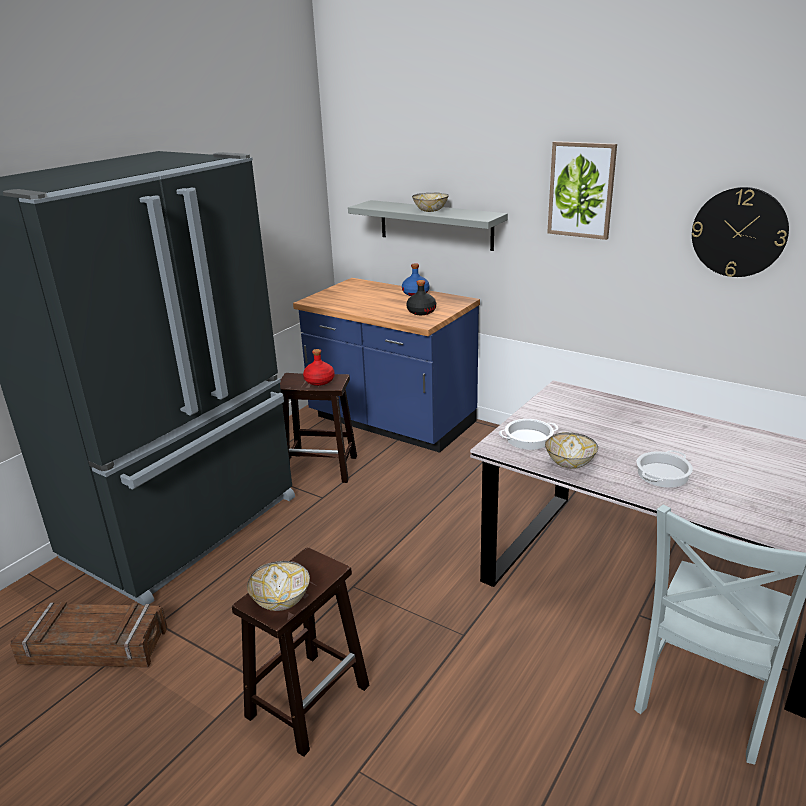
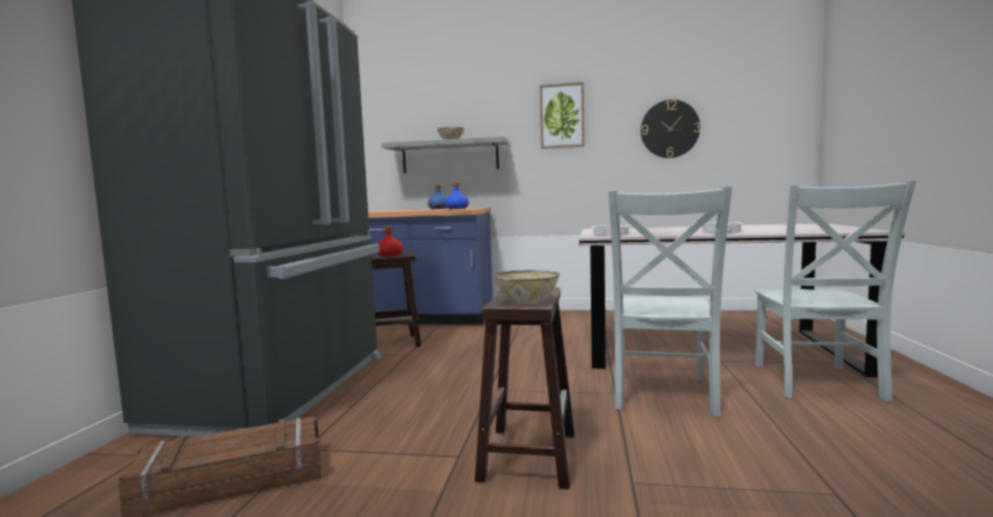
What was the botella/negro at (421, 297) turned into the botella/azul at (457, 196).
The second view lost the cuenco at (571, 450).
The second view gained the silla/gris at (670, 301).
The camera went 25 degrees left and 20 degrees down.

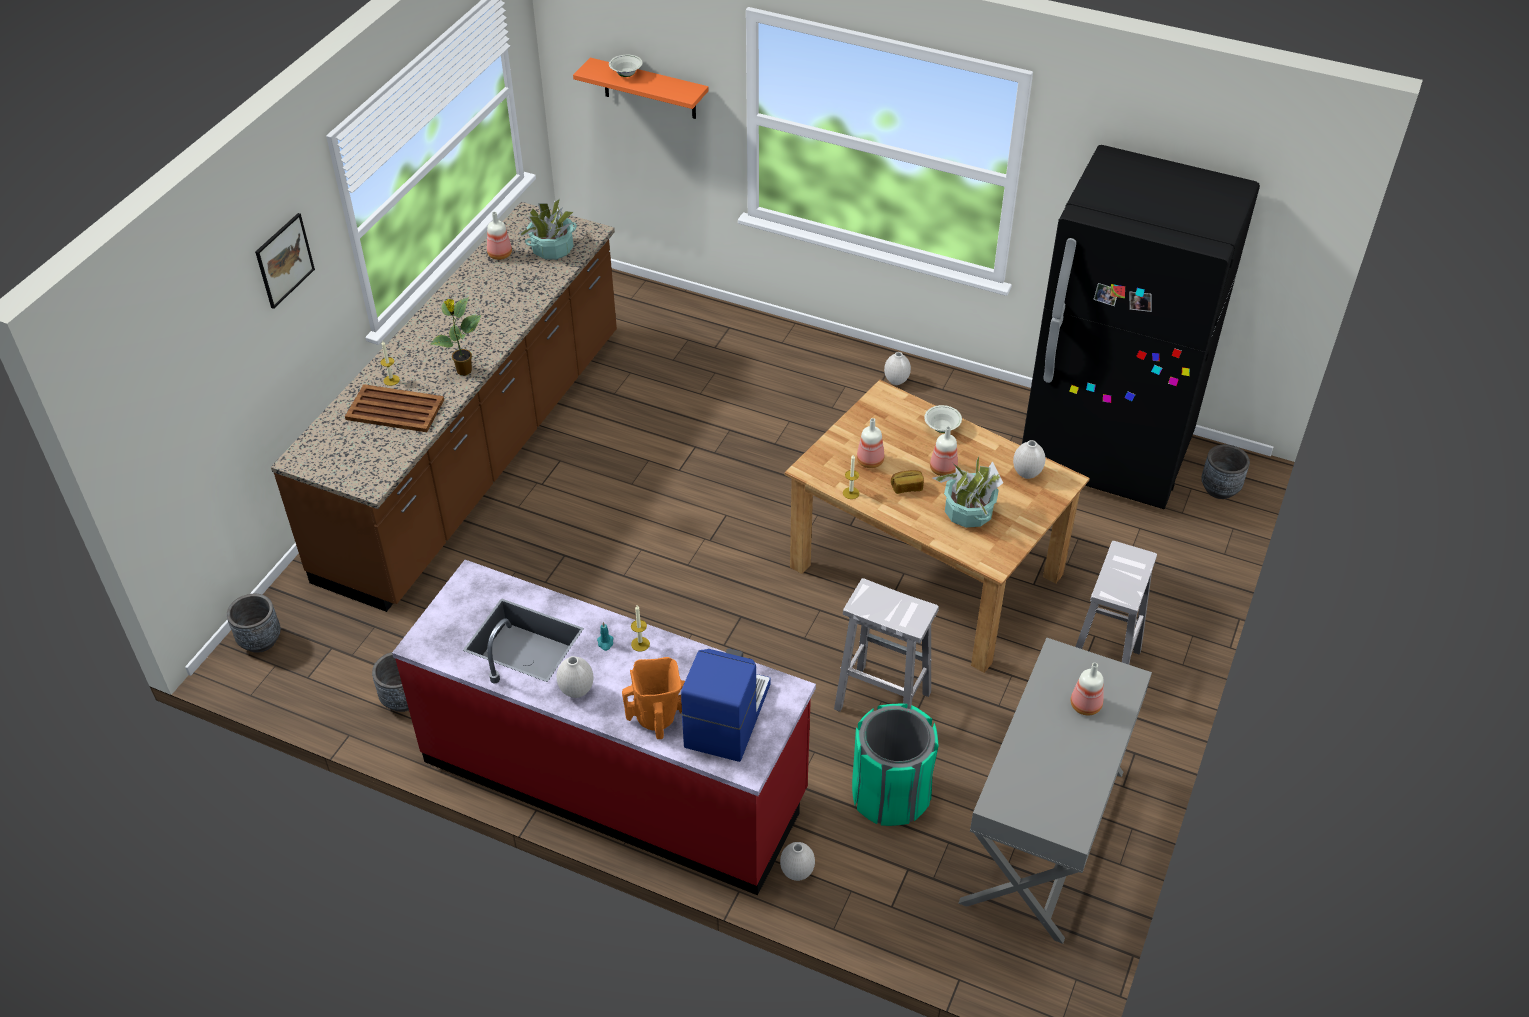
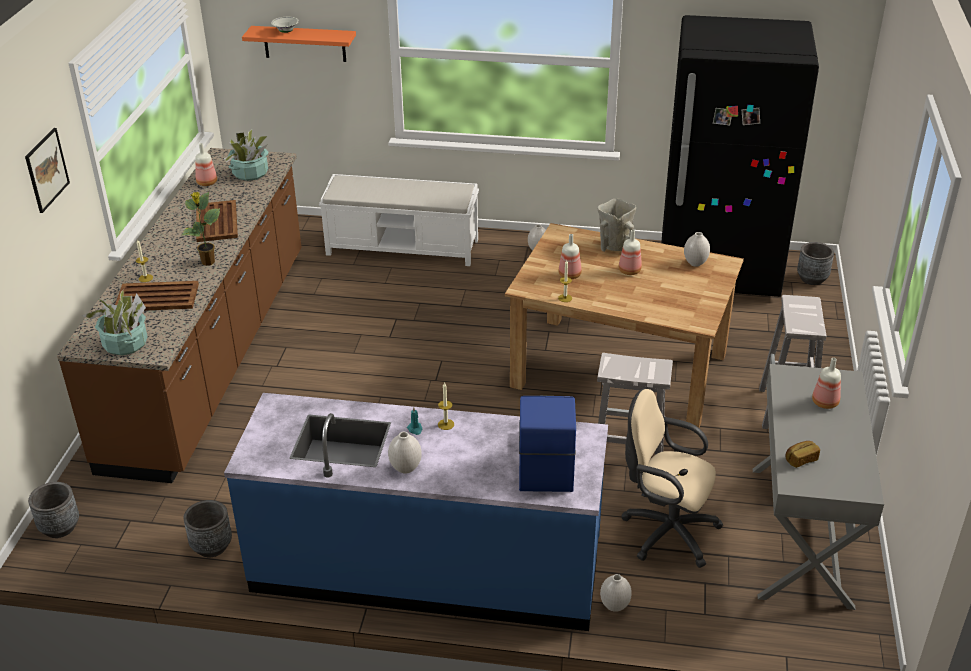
What was the mueble bajo de cocina/rojo at (604, 727) turned into the mueble bajo de cocina/azul at (416, 512).
The second view lost the florero/naranja at (653, 698).
Where the papelera/verde stood at (895, 765), the silla de oficina/beis came to stand at (672, 478).
The pan ended up elsewhere, having gone from (907, 482) to (802, 454).
Where the cuenco/blanco stood at (943, 419), the florero/beis came to stand at (616, 225).
The planta en maceta ended up elsewhere, having gone from (967, 492) to (115, 323).
The second view gained the bandeja/marrón at (217, 221).
The second view gained the banco/blanco at (399, 220).
The camera went 15 degrees left and 10 degrees down.

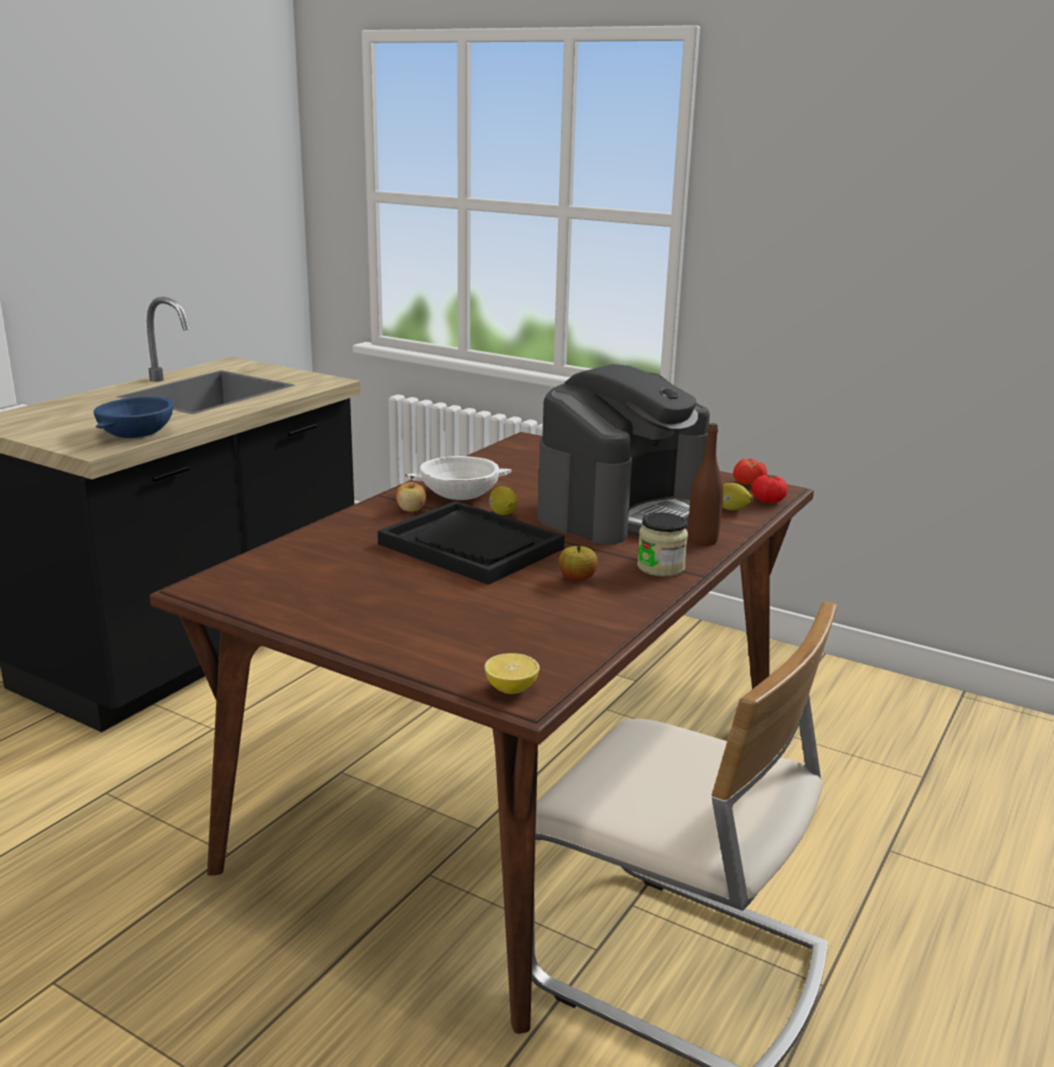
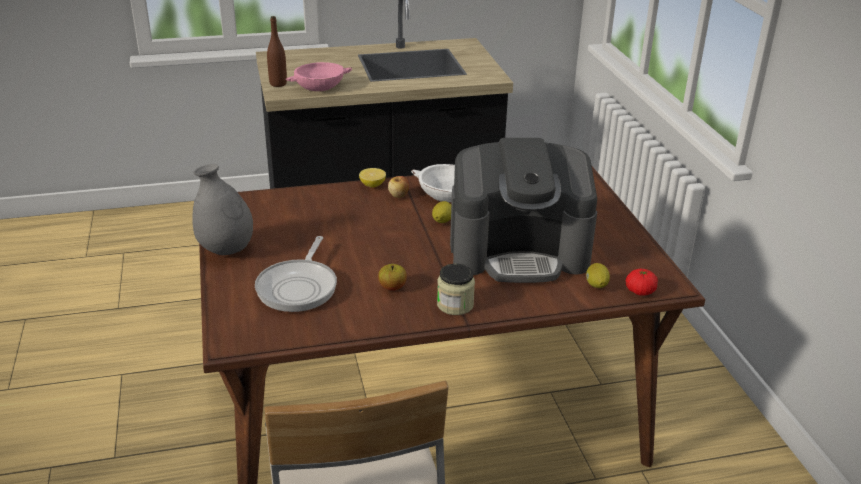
What was the cuenco/azul at (133, 417) turned into the cuenco/rosa at (319, 76).
The second view lost the bandeja/negro at (471, 543).
The limón ended up elsewhere, having gone from (512, 673) to (372, 178).
The botella/marrón ended up elsewhere, having gone from (705, 484) to (277, 51).
The second view lost the tomate at (750, 472).
The second view gained the florero/gris at (222, 209).
The second view gained the sartén at (296, 274).
The camera went 45 degrees right and 10 degrees up.

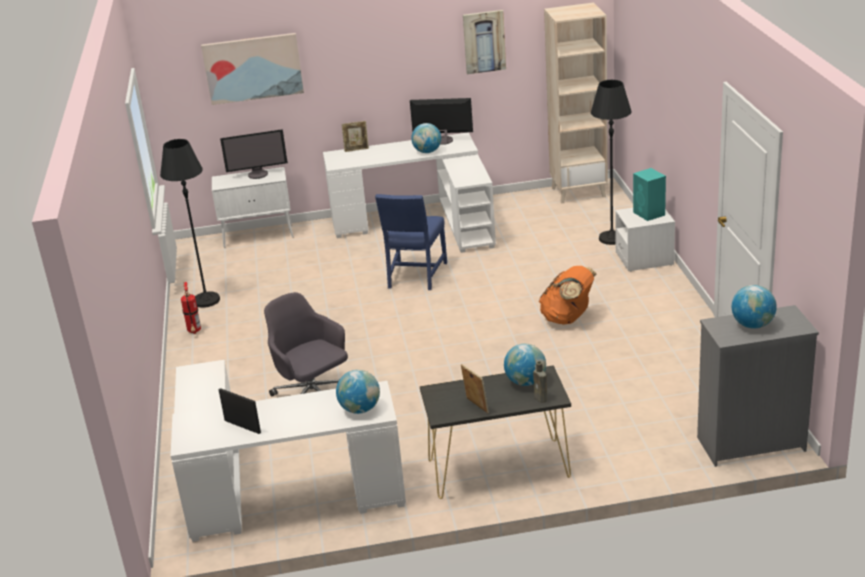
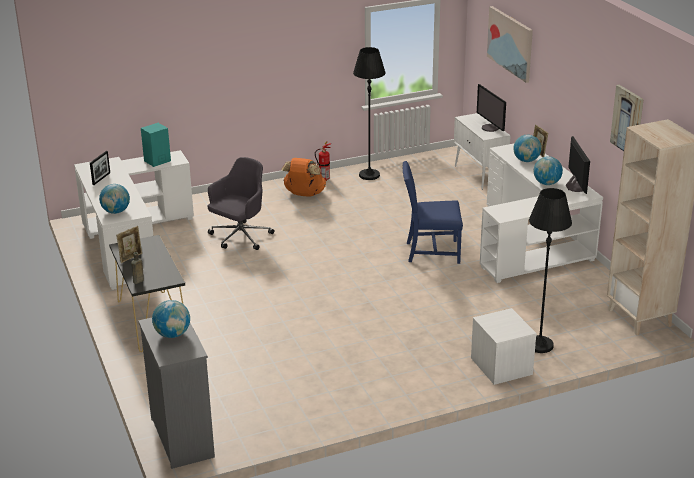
The globo terráqueo ended up elsewhere, having gone from (525, 365) to (527, 148).
The mochila/naranja ended up elsewhere, having gone from (567, 295) to (303, 177).
The altavoz/turquesa ended up elsewhere, having gone from (649, 194) to (156, 145).
The camera went 75 degrees right and 0 degrees up.

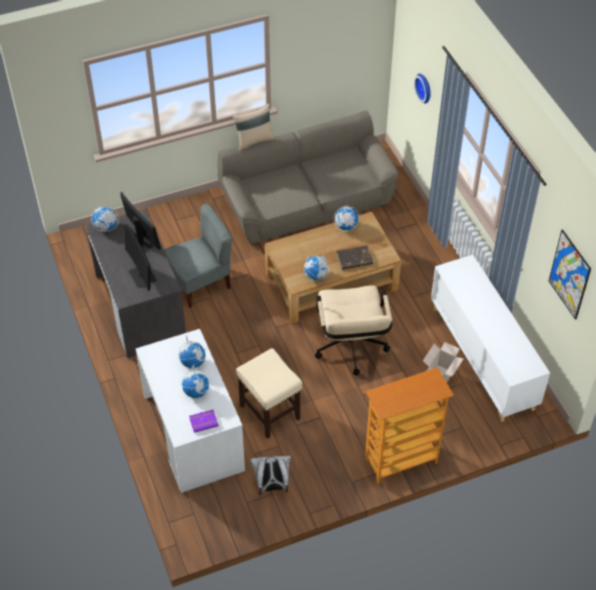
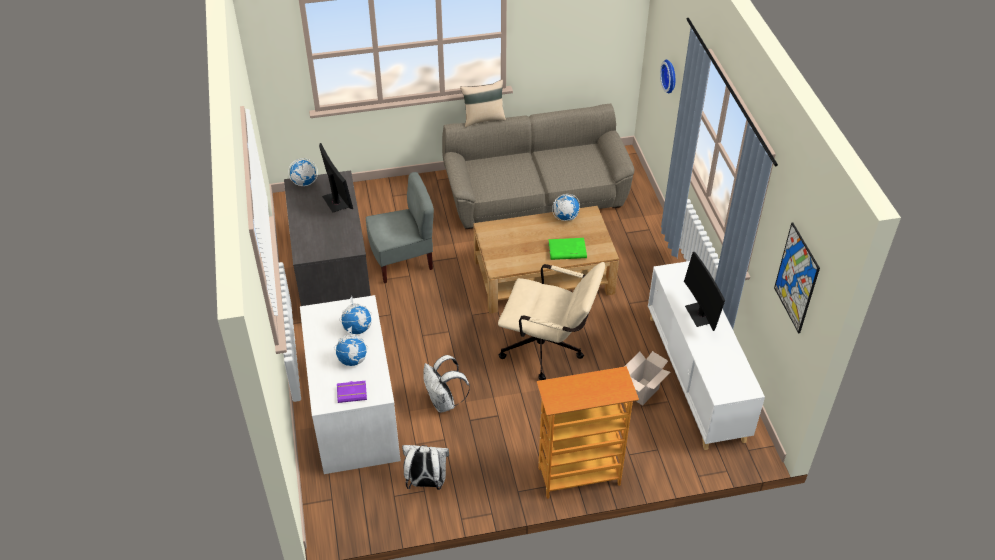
The monitor ended up elsewhere, having gone from (141, 257) to (704, 291).
Where the taburete/beis stood at (269, 393), the mochila/blanco came to stand at (446, 384).
The second view lost the globo terráqueo at (316, 267).
The silla de oficina/beis at (353, 330) ended up facing another way, 75 degrees counterclockwise from before.
What was the libro/marrón at (354, 257) turned into the libro/verde at (567, 249).
The camera went 10 degrees right and 5 degrees down.

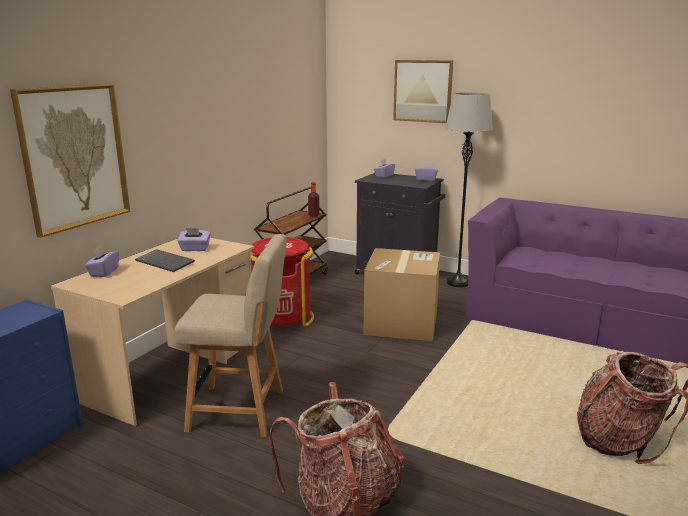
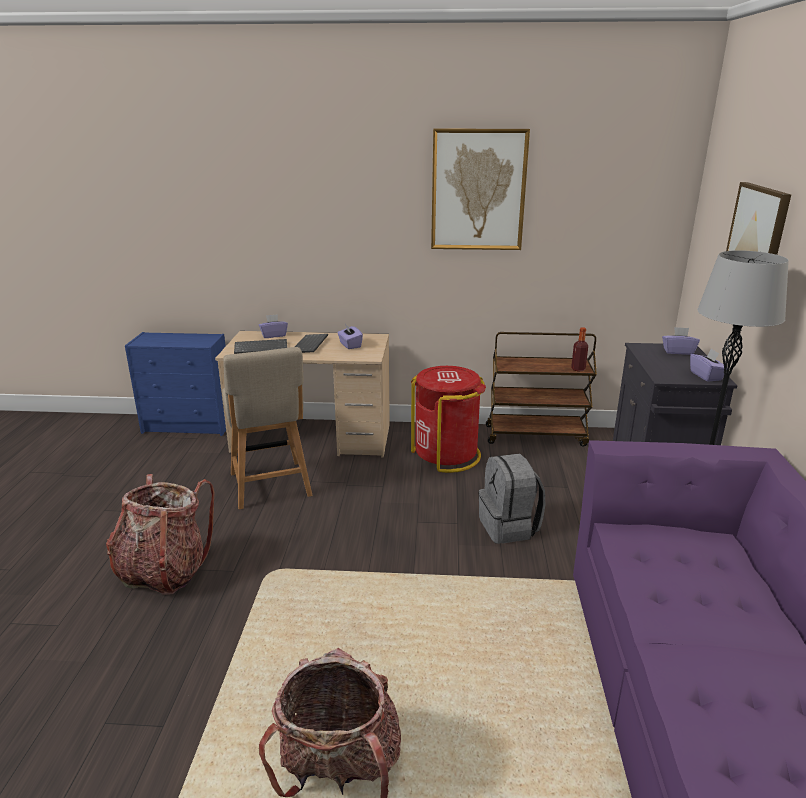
The cuadro ended up elsewhere, having gone from (70, 160) to (480, 189).
Where the caja de cartón stood at (401, 294), the mochila/gris came to stand at (512, 498).
The second view gained the teclado at (260, 346).
The camera went 65 degrees right and 5 degrees up.

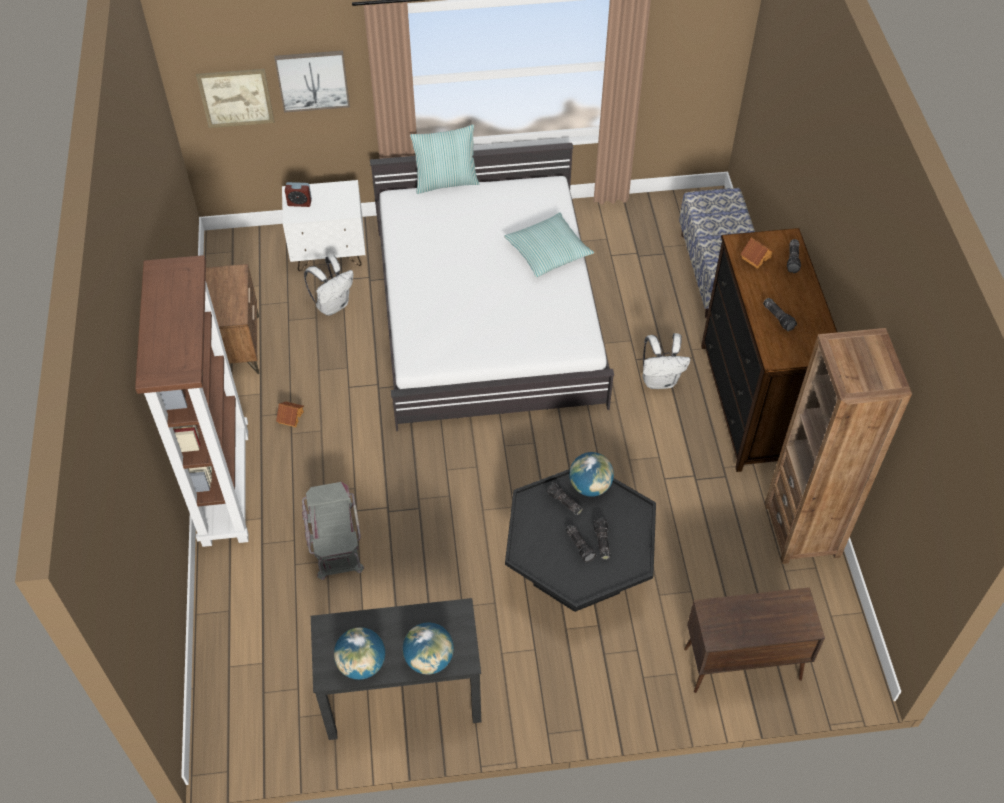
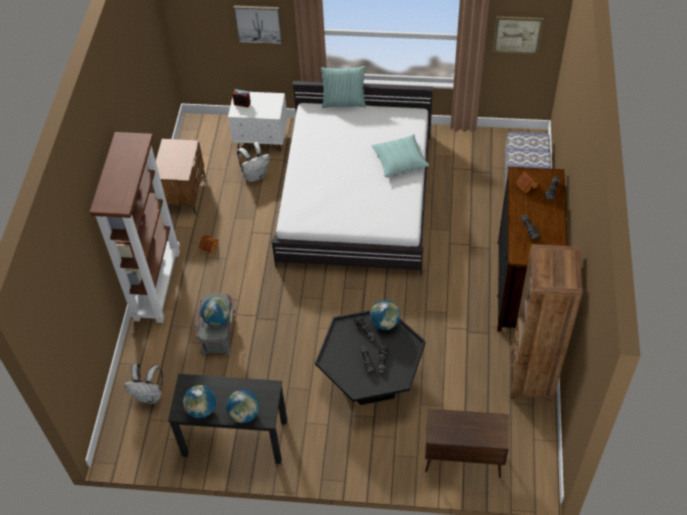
The cuadro ended up elsewhere, having gone from (235, 98) to (518, 35).
The mochila/blanco ended up elsewhere, having gone from (666, 361) to (143, 383).
The second view gained the globo terráqueo at (215, 311).
The camera went 15 degrees right and 0 degrees up.

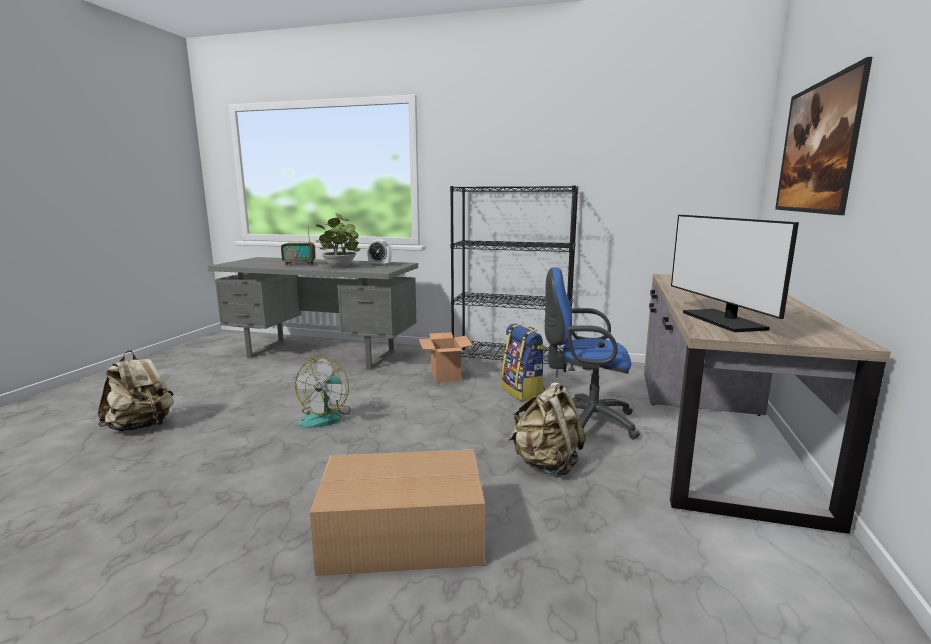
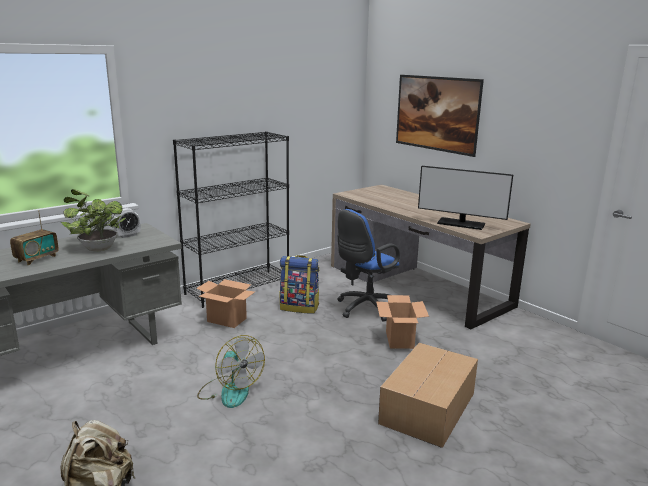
Where the mochila/beis stood at (547, 429), the caja de cartón came to stand at (402, 322).
The camera went 55 degrees left and 5 degrees up.

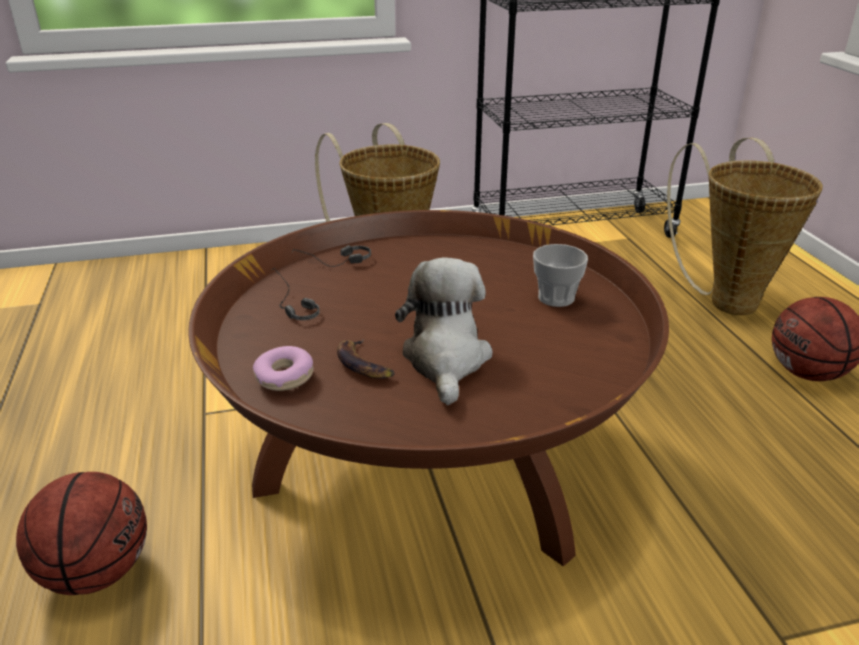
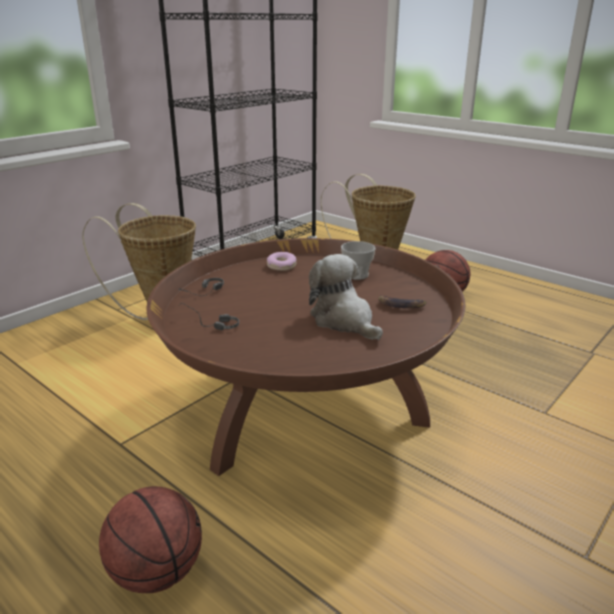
The rosquilla ended up elsewhere, having gone from (283, 368) to (282, 261).
The plátano ended up elsewhere, having gone from (366, 359) to (402, 301).
The camera went 35 degrees left and 5 degrees down.

